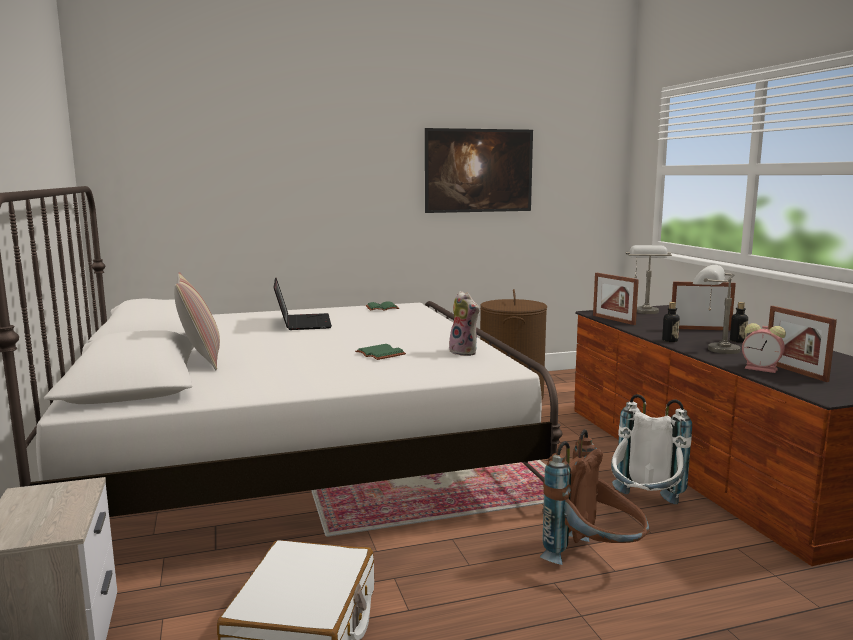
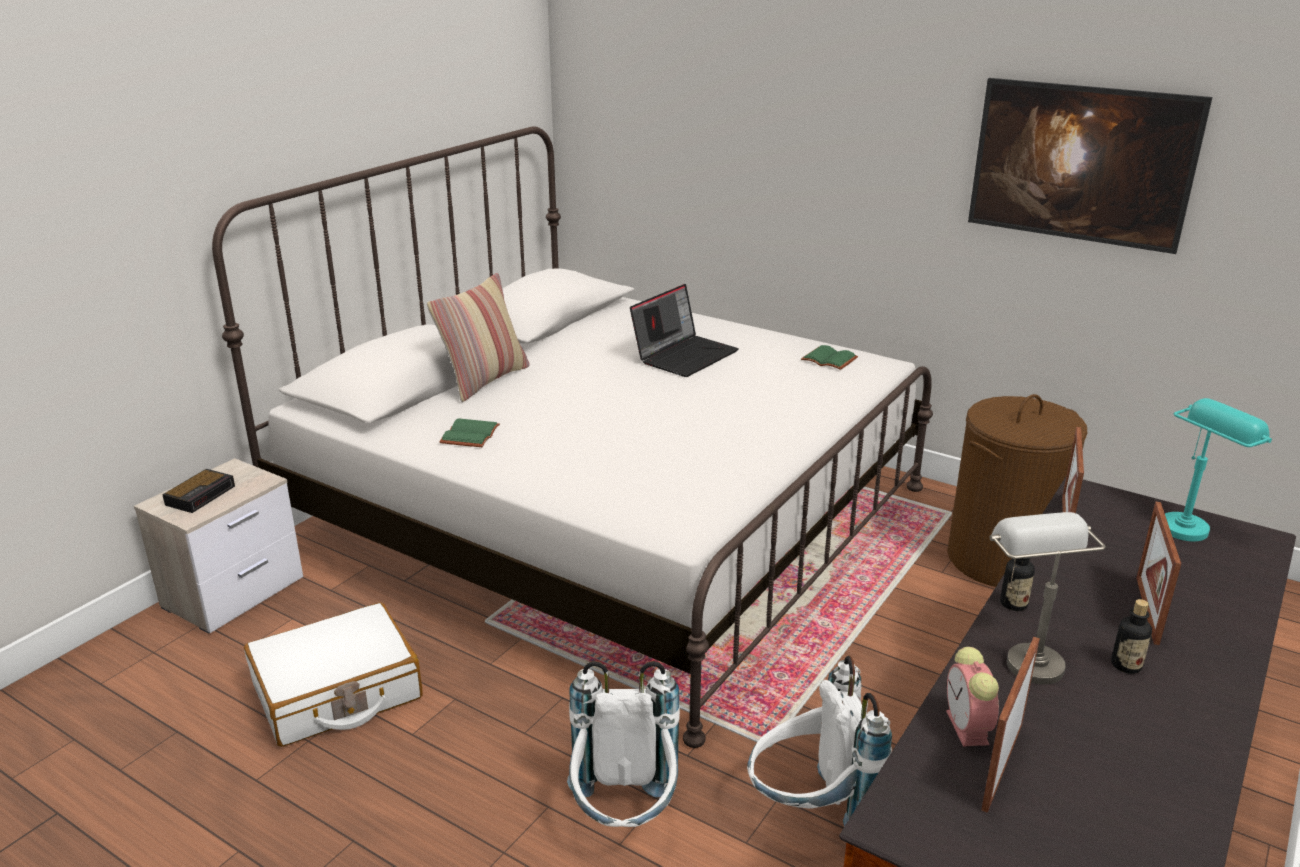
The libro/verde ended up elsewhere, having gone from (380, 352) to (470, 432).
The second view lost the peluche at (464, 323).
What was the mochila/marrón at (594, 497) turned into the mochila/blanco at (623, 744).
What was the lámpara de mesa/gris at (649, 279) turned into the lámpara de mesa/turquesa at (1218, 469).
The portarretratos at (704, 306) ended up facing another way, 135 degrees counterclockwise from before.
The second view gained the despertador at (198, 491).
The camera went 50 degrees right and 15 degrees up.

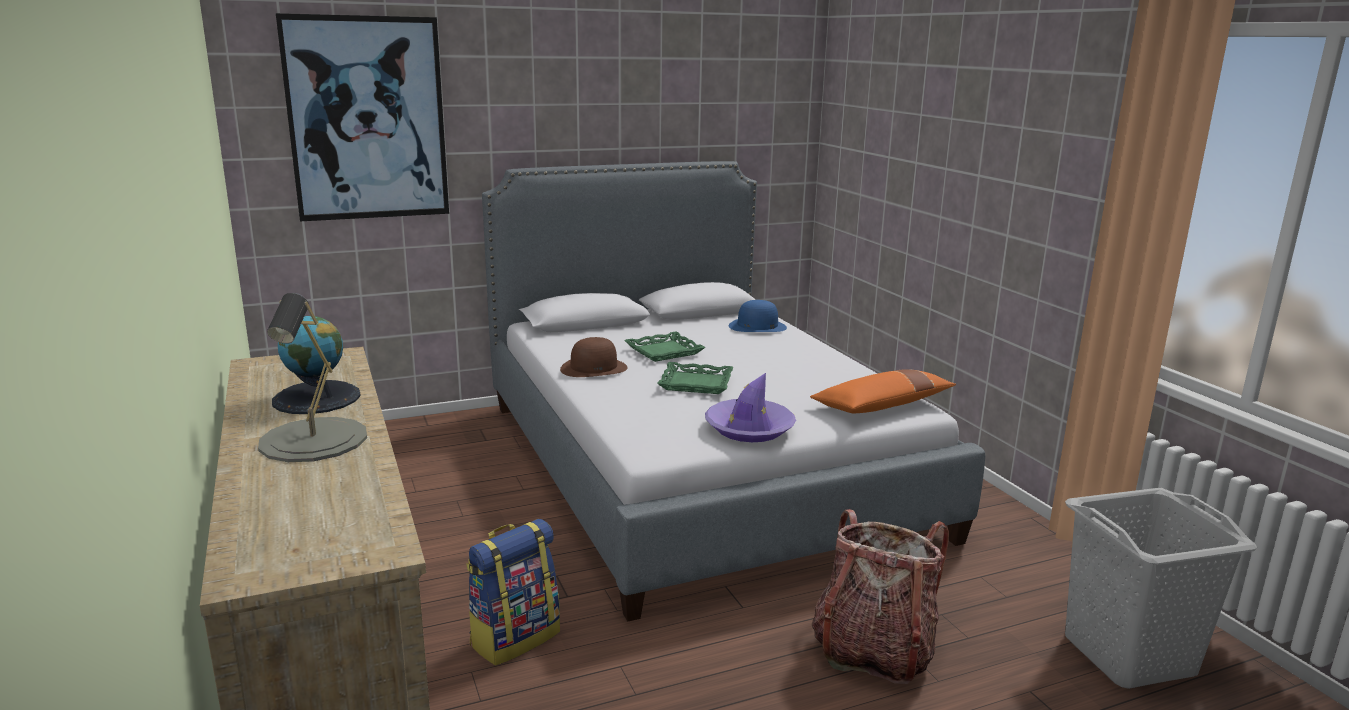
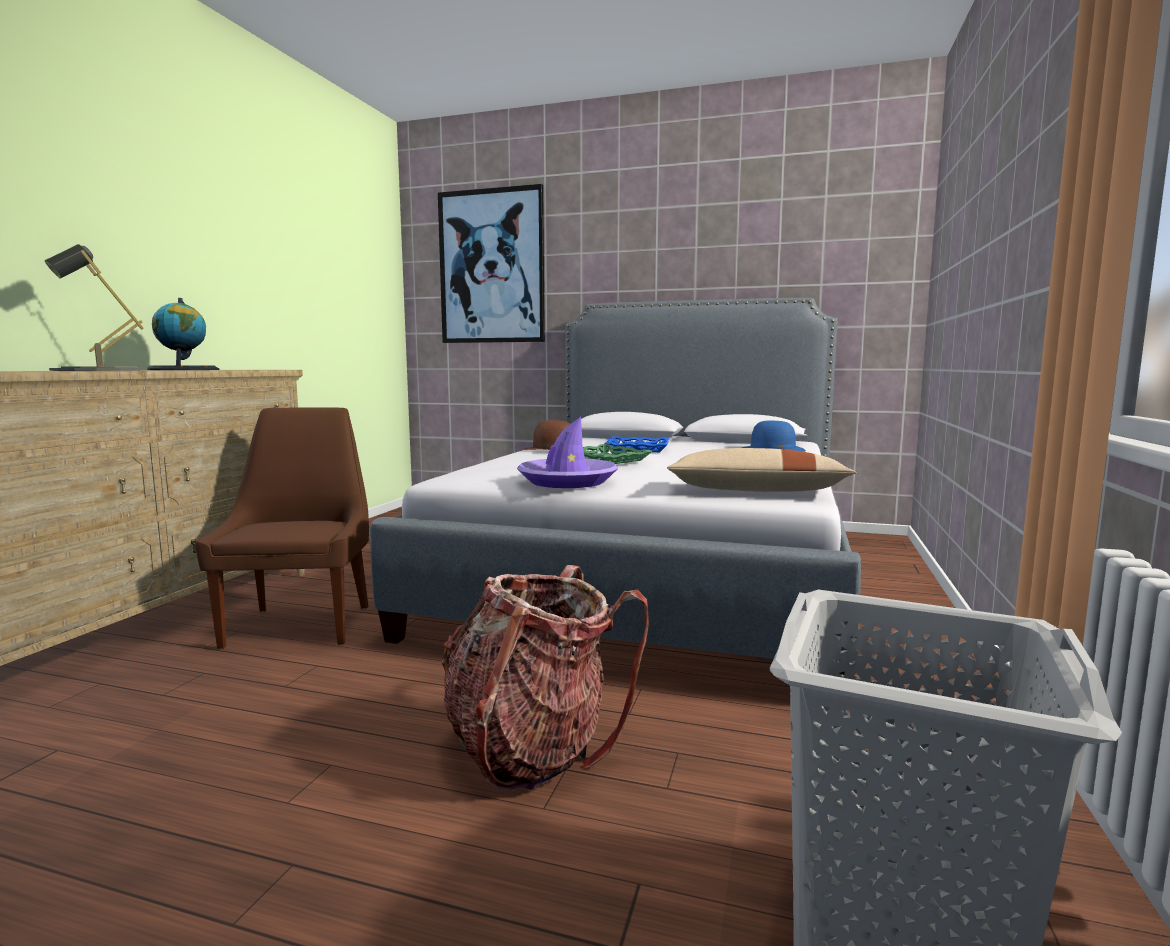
Where the mochila stood at (513, 592), the silla/marrón came to stand at (282, 528).
What was the bandeja/verde at (665, 346) turned into the bandeja/azul at (637, 444).
What was the cojín/naranja at (883, 391) turned into the cojín/beis at (761, 470).
The camera went 40 degrees right and 10 degrees down.

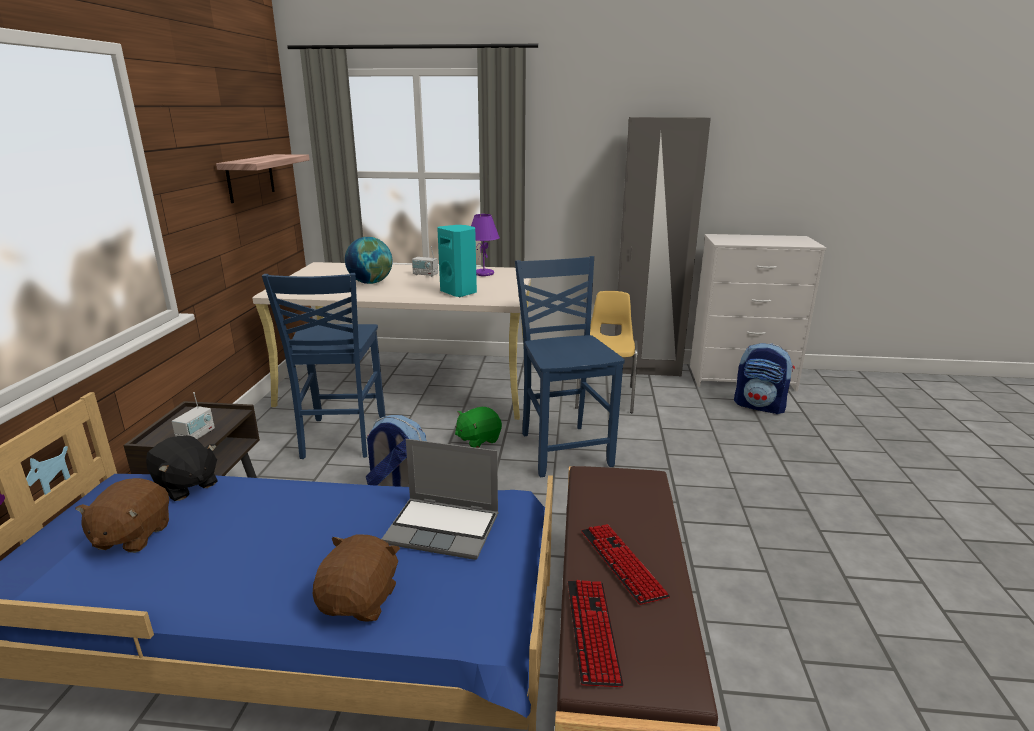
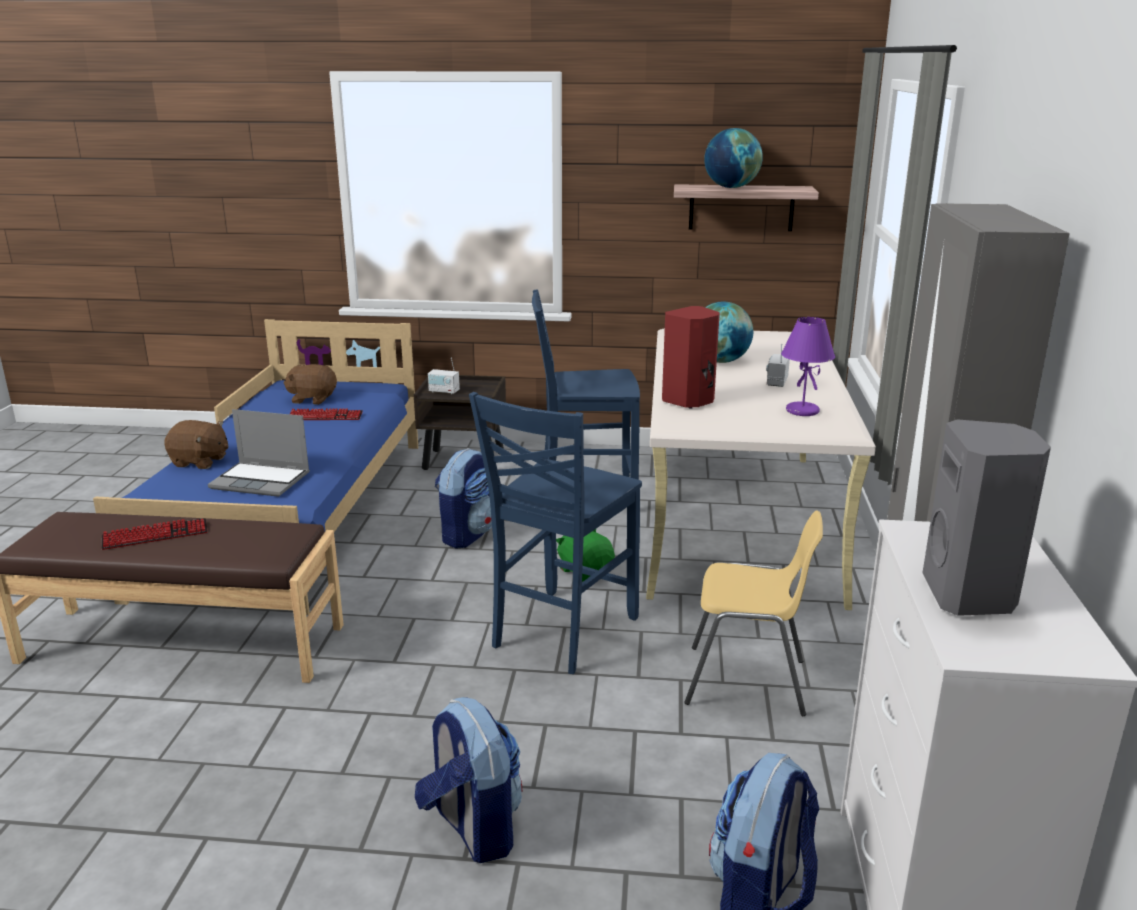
The second view lost the peluche/negro at (182, 468).
The portátil at (440, 499) ended up facing another way, 90 degrees counterclockwise from before.
What was the altavoz/turquesa at (457, 261) turned into the altavoz/rojo at (691, 357).
The silla/azul at (570, 366) ended up facing another way, 135 degrees clockwise from before.
The teclado ended up elsewhere, having gone from (596, 633) to (326, 414).
The second view gained the mochila at (468, 780).
The second view gained the globo terráqueo at (733, 158).
The second view gained the altavoz/gris at (986, 517).
The camera went 90 degrees right and 0 degrees up.

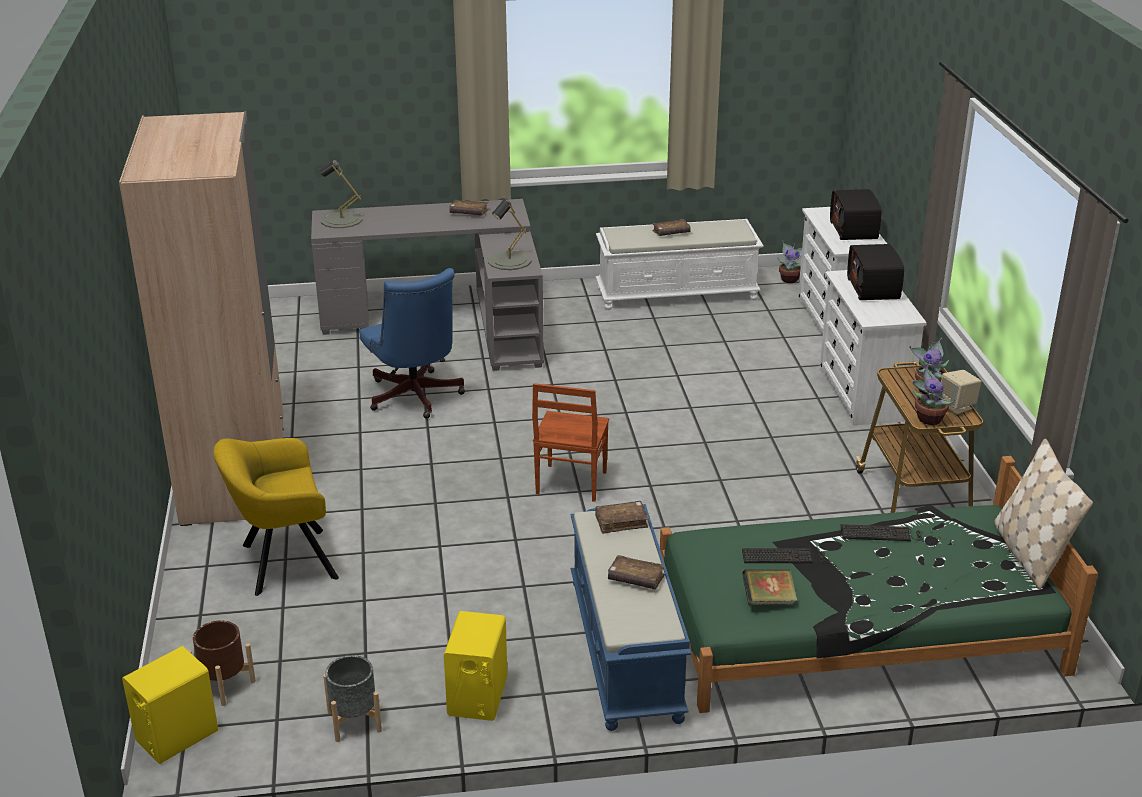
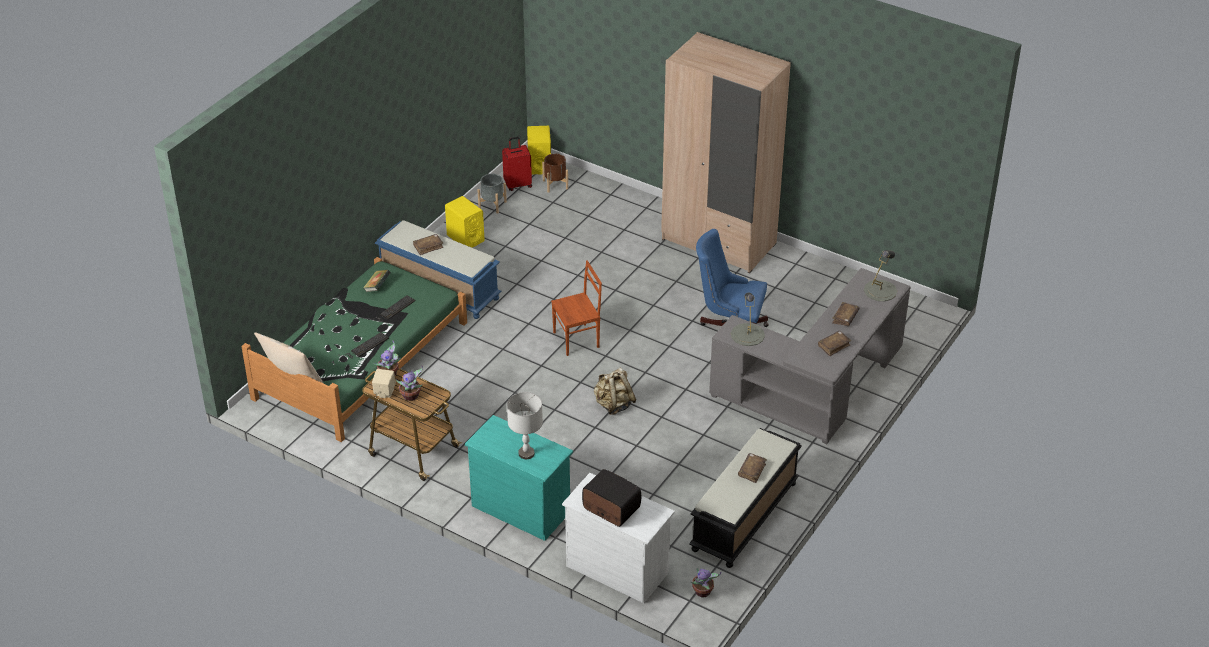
The second view lost the sillón/amarillo at (276, 517).
The silla/marrón at (570, 442) ended up facing another way, 105 degrees clockwise from before.
The libro/marrón ended up elsewhere, having gone from (622, 517) to (845, 314).
What was the banco/blanco at (680, 264) turned into the banco/negro at (745, 498).
What was the cómoda/blanco at (873, 348) turned into the cómoda/turquesa at (519, 478).
Where the radio stood at (875, 272), the lámpara de mesa/gris came to stand at (525, 425).
The second view gained the maleta/rojo at (517, 164).
The second view gained the mochila/beis at (615, 391).
The camera went 130 degrees right and 10 degrees up.

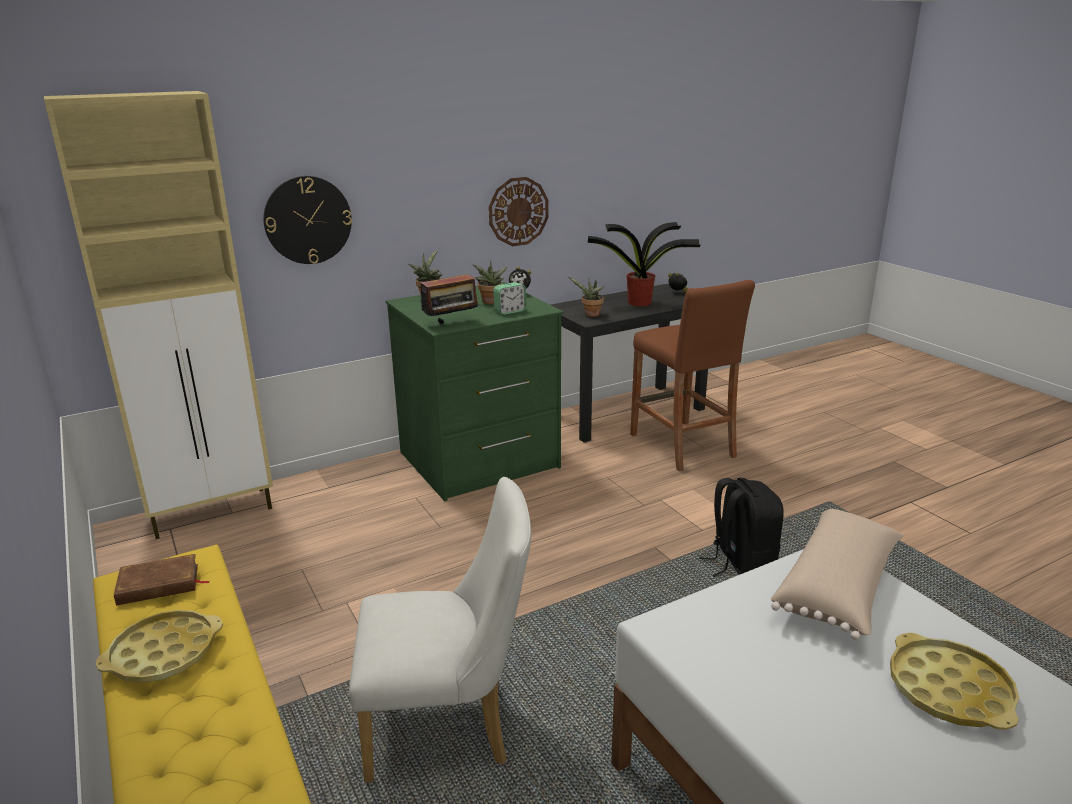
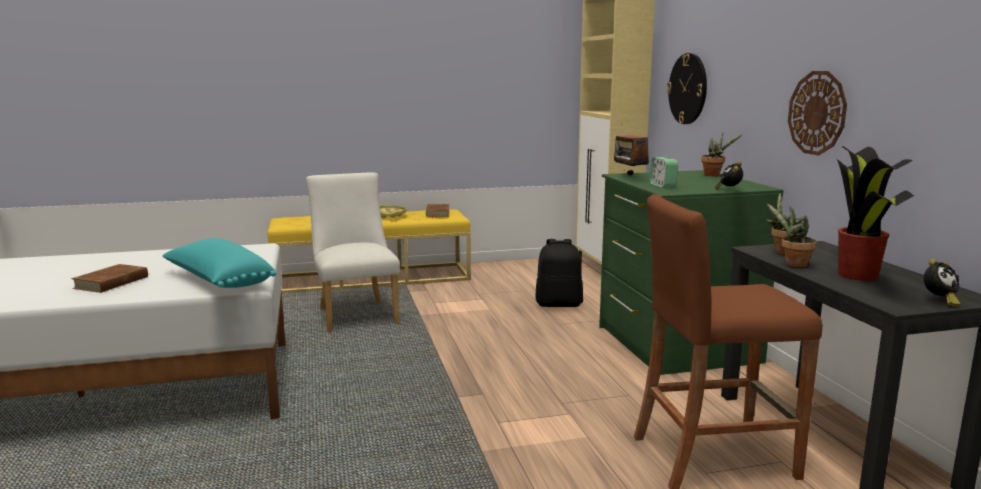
The silla/blanco at (440, 630) ended up facing another way, 150 degrees clockwise from before.
The planta en maceta ended up elsewhere, having gone from (490, 282) to (791, 235).
The mochila/negro ended up elsewhere, having gone from (742, 527) to (559, 273).
What was the cojín/beis at (837, 574) turned into the cojín/turquesa at (219, 263).
Where the bandeja/amarillo stood at (954, 681), the libro/marrón came to stand at (110, 278).
The camera went 105 degrees right and 10 degrees down.

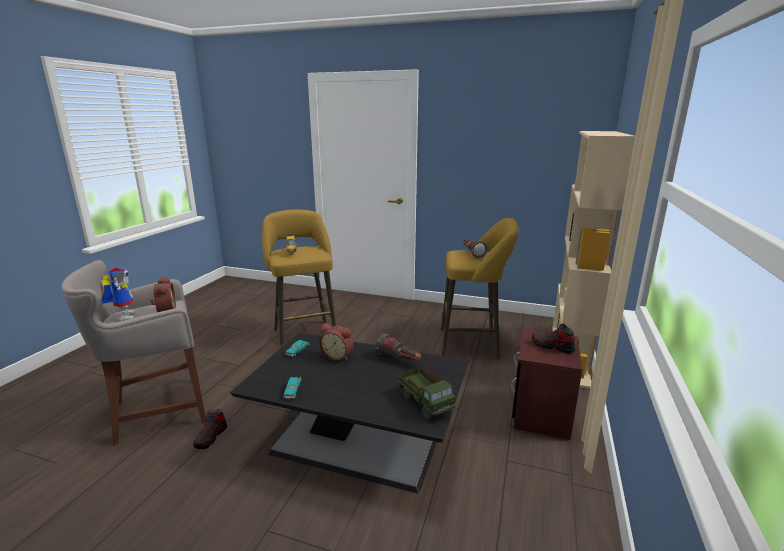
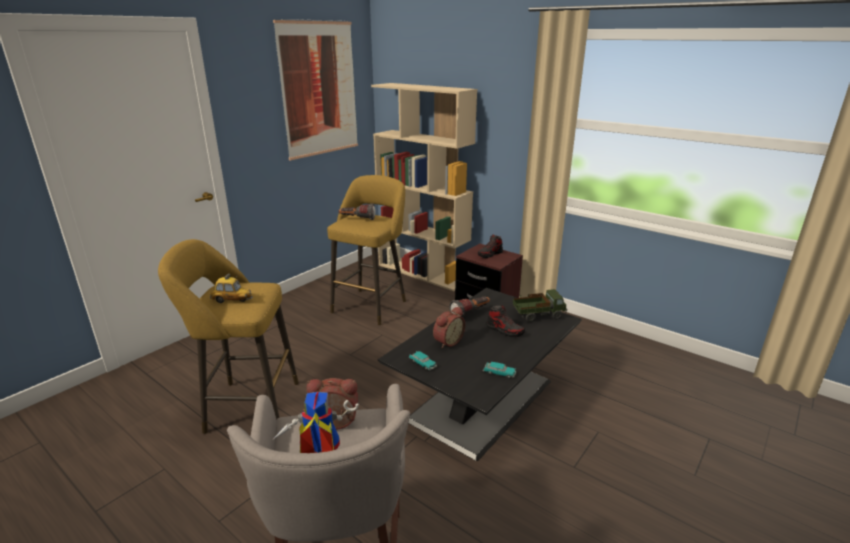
The zapato ended up elsewhere, having gone from (210, 429) to (505, 321).
The second view gained the cuadro at (315, 89).
The camera went 70 degrees left and 5 degrees up.

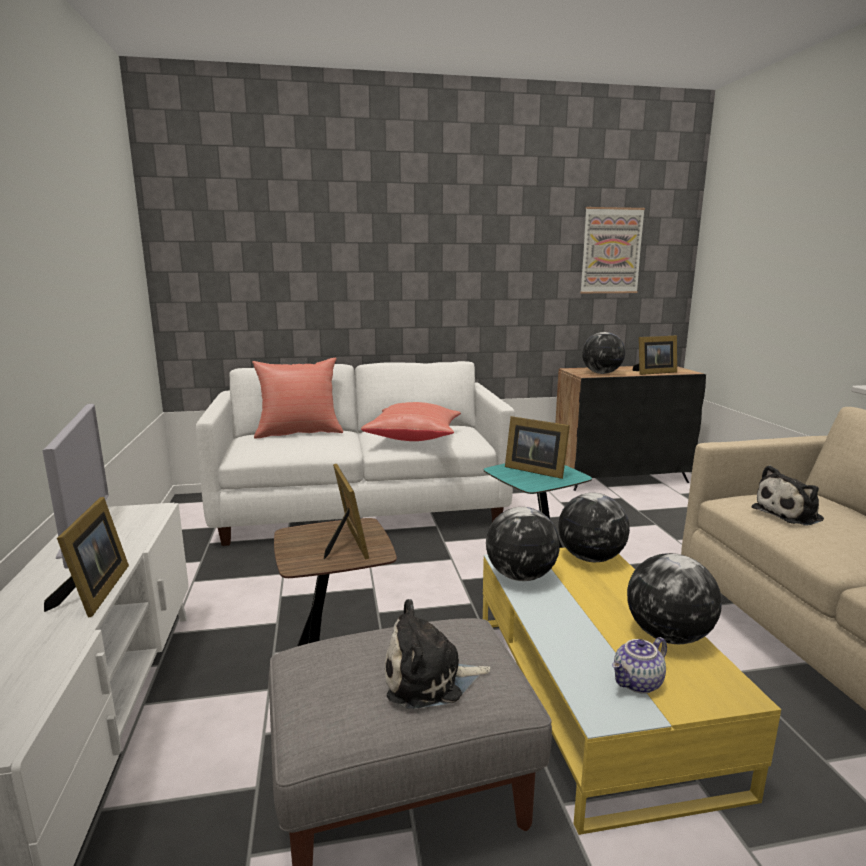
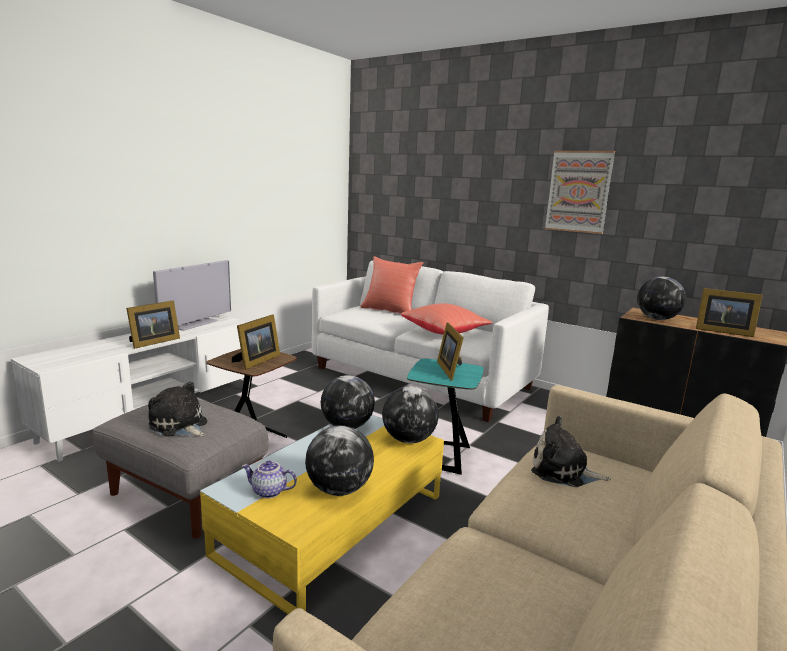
The cuadro ended up elsewhere, having gone from (612, 250) to (580, 192).
The camera went 45 degrees right and 0 degrees up.

